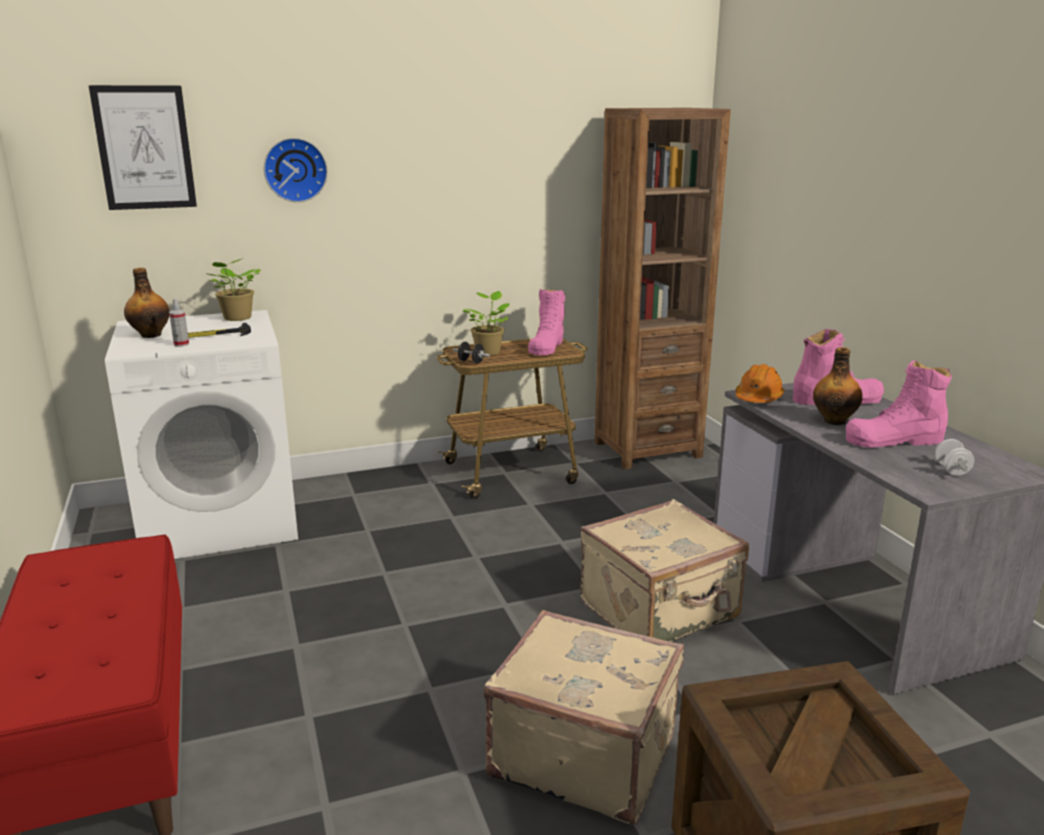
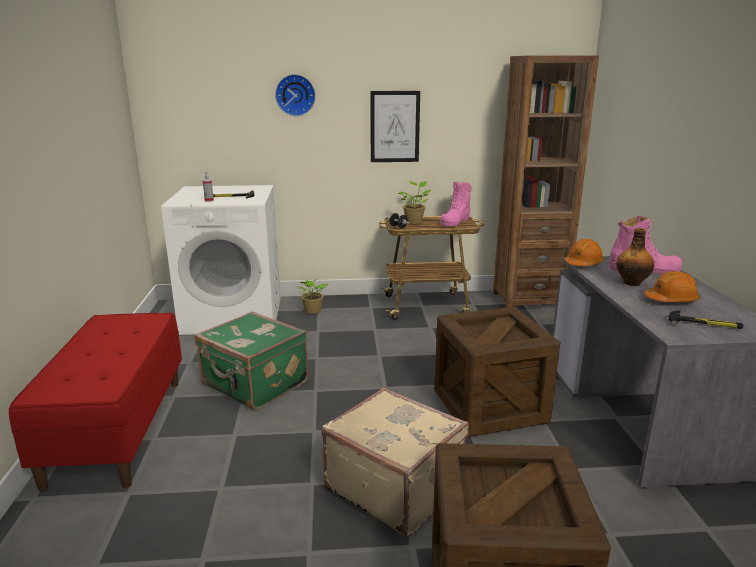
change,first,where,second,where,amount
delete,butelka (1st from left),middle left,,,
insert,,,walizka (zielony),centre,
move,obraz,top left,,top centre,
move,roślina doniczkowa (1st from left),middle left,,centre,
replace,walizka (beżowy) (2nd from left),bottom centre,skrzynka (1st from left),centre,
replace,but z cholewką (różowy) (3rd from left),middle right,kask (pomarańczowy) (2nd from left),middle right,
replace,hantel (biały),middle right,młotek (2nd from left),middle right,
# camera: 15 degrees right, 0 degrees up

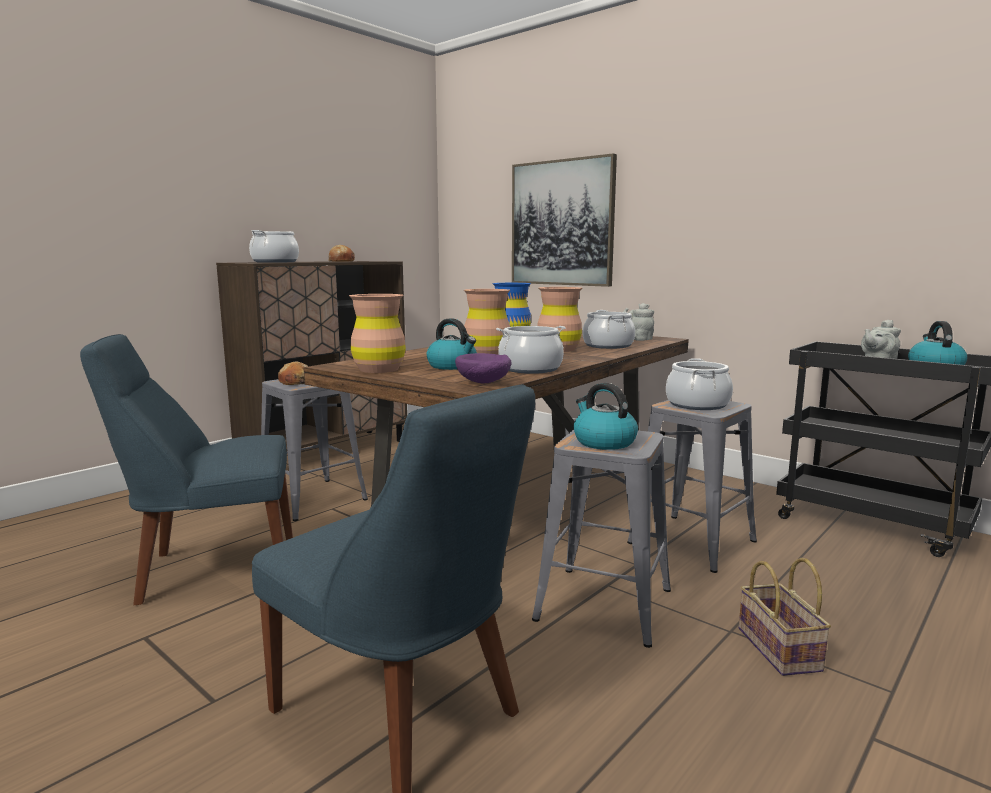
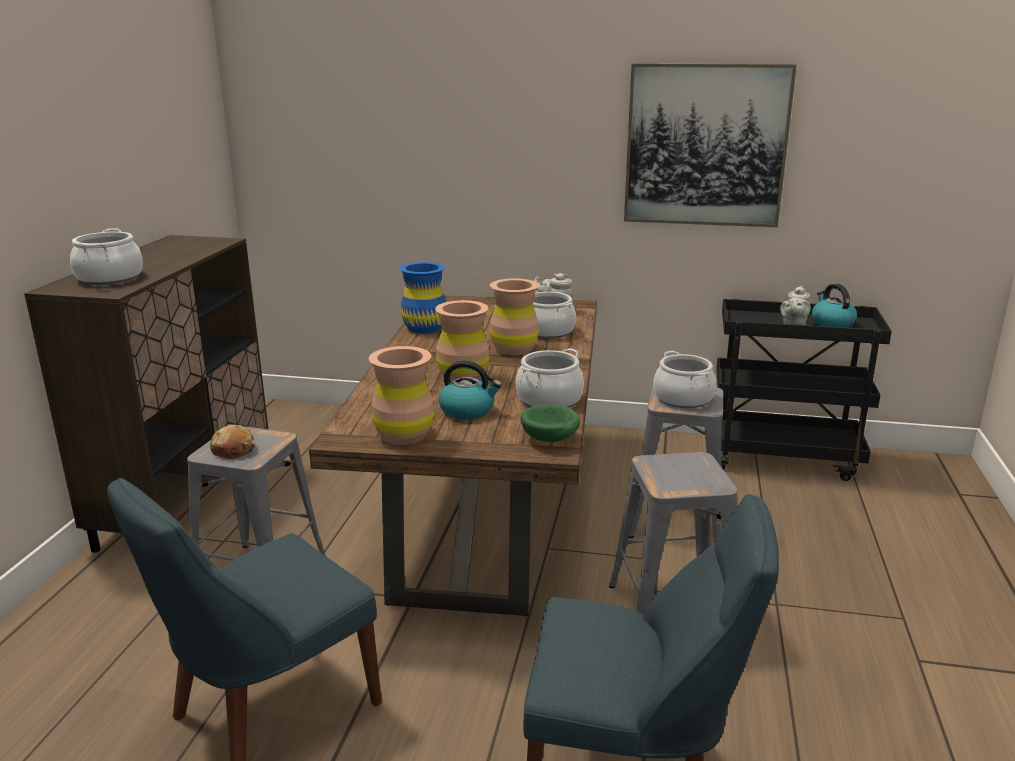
change,first,where,second,where,amount
delete,chleb (2nd from left),top centre,,,
delete,czajnik (2nd from left),centre,,,
delete,koszyk,bottom right,,,
move,obraz,top centre,,top right,
recolor,miska (fioletowy),centre,miska (zielony),centre,
# camera: 30 degrees left, 10 degrees up

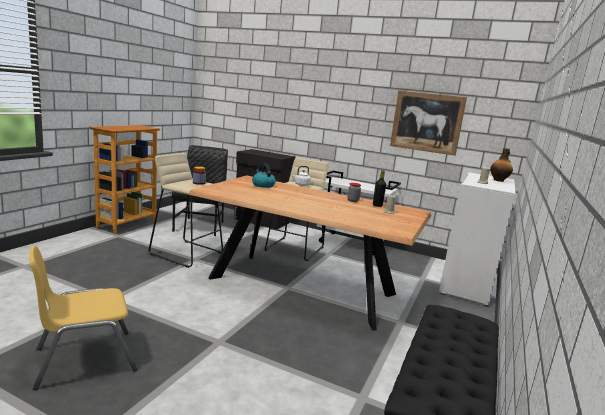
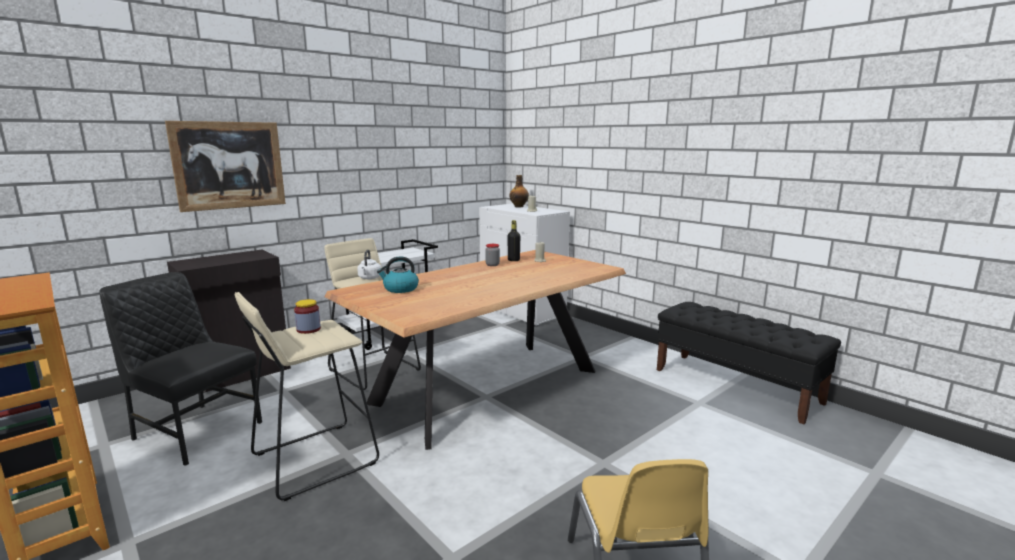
change,first,where,second,where,amount
move,obraz,top right,,top left,
# camera: 65 degrees left, 0 degrees up

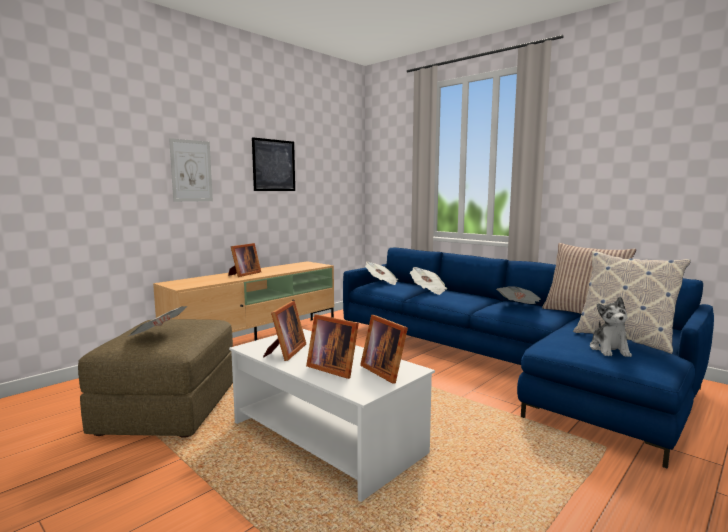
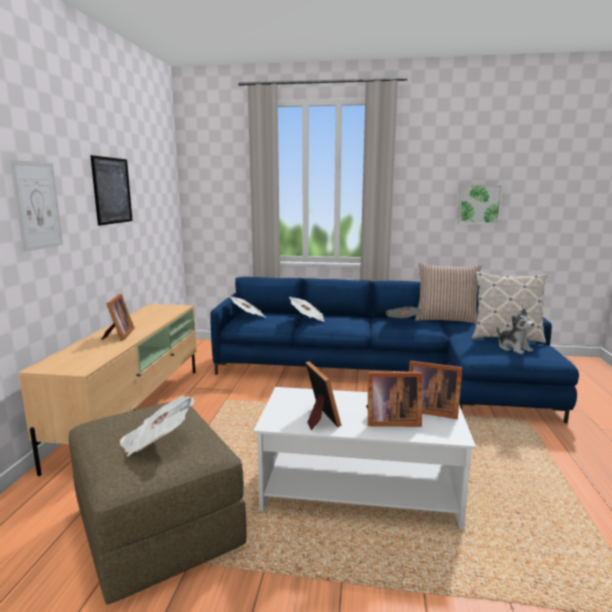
change,first,where,second,where,amount
insert,,,obraz (3rd from left),middle right,
# camera: 35 degrees left, 5 degrees up

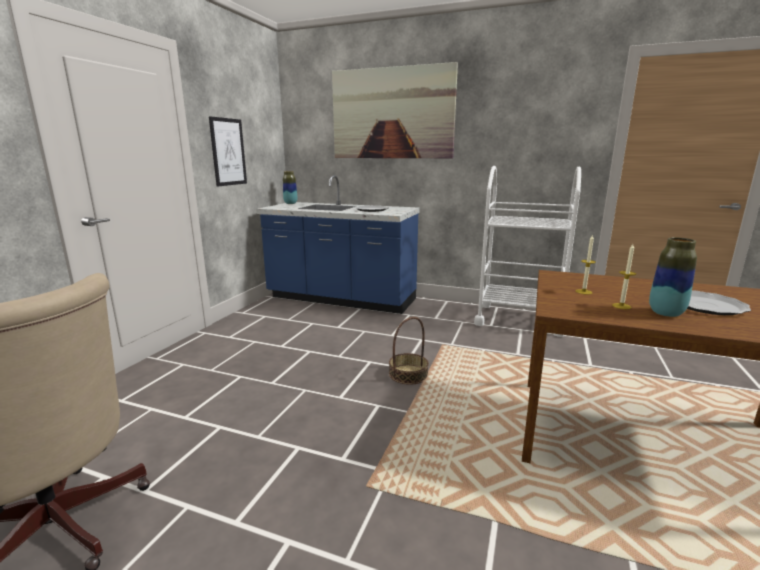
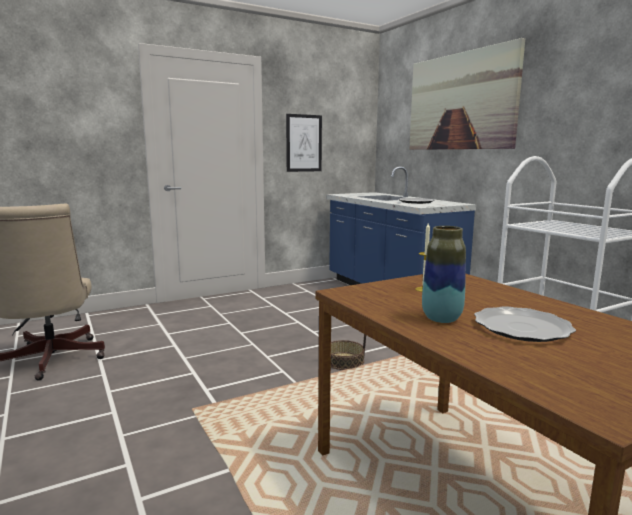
change,first,where,second,where,amount
delete,wazon (1st from left),top centre,,,
delete,świeca (2nd from left),middle right,,,
# camera: 40 degrees right, 5 degrees down

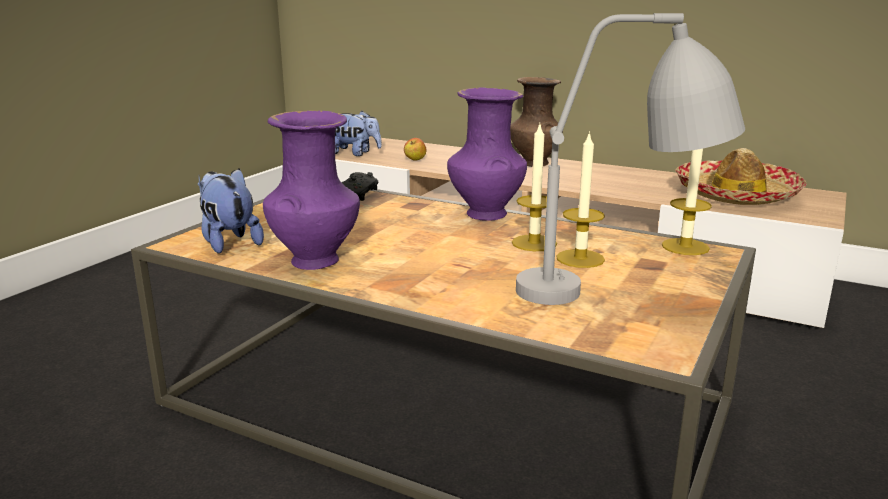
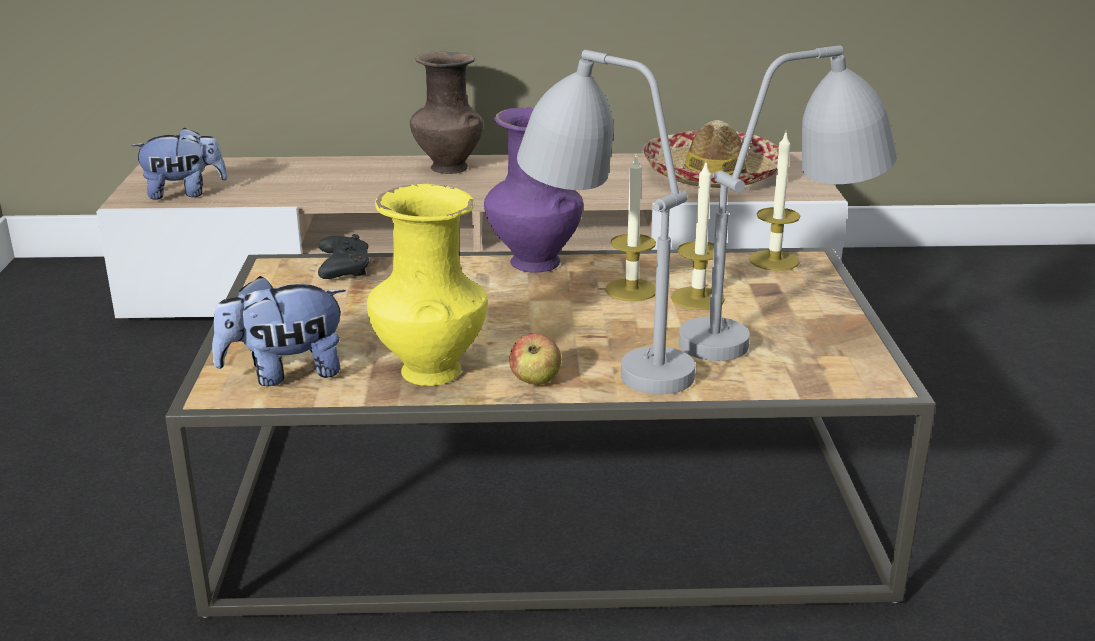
change,first,where,second,where,amount
insert,,,lampa stołowa (szary) (1st from left),centre,
move,jabłko,top centre,,centre,
recolor,wazon (fioletowy) (1st from left),centre,wazon (żółty),centre,
rotate,pluszak (1st from left in the first image),middle left,pluszak (2nd from left),middle left,45 degrees counterclockwise
# camera: 30 degrees left, 5 degrees up

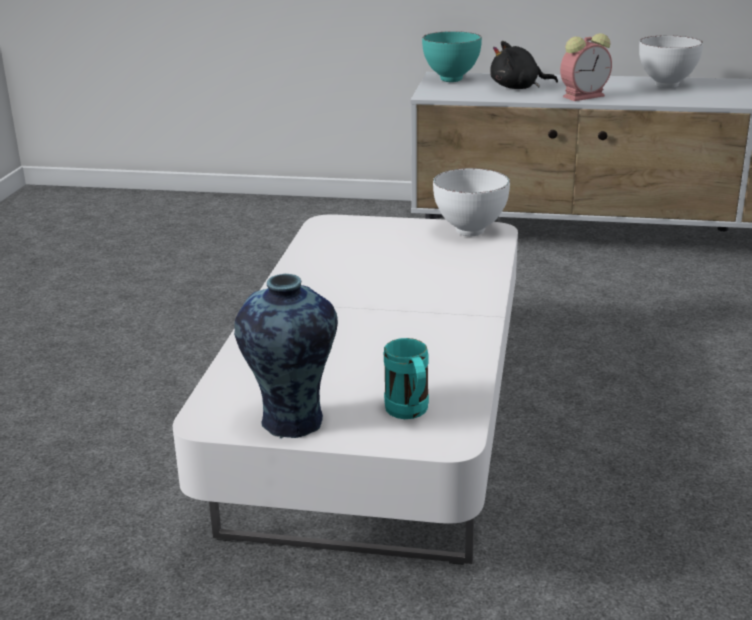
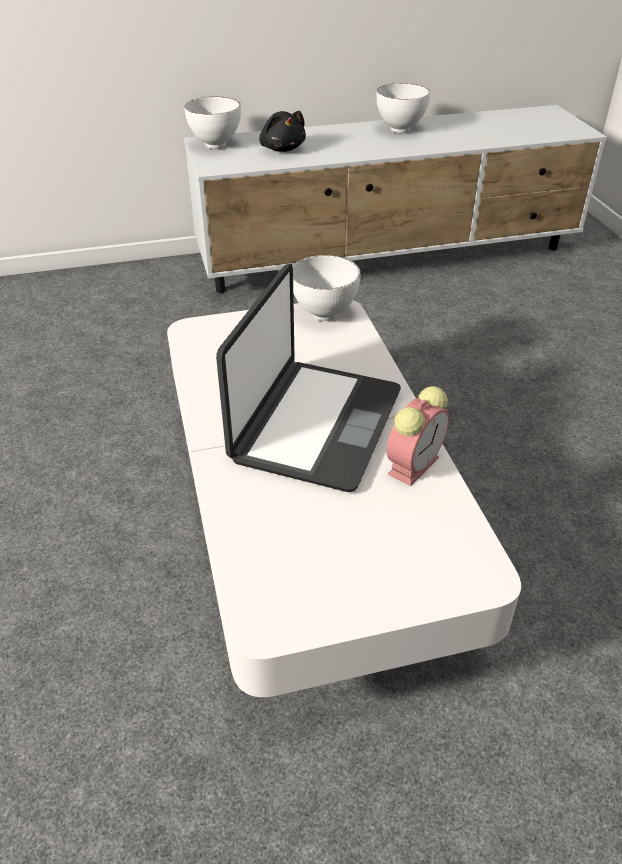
change,first,where,second,where,amount
delete,wazon,centre,,,
delete,kubek (turkusowy),centre,,,
insert,,,laptop,centre,
move,budzik,top right,,middle right,
recolor,miska (turkusowy),top centre,miska (biały) (1st from left),top centre,
rotate,pluszak (czarny),top right,,top centre,90 degrees counterclockwise
# camera: 25 degrees left, 15 degrees up

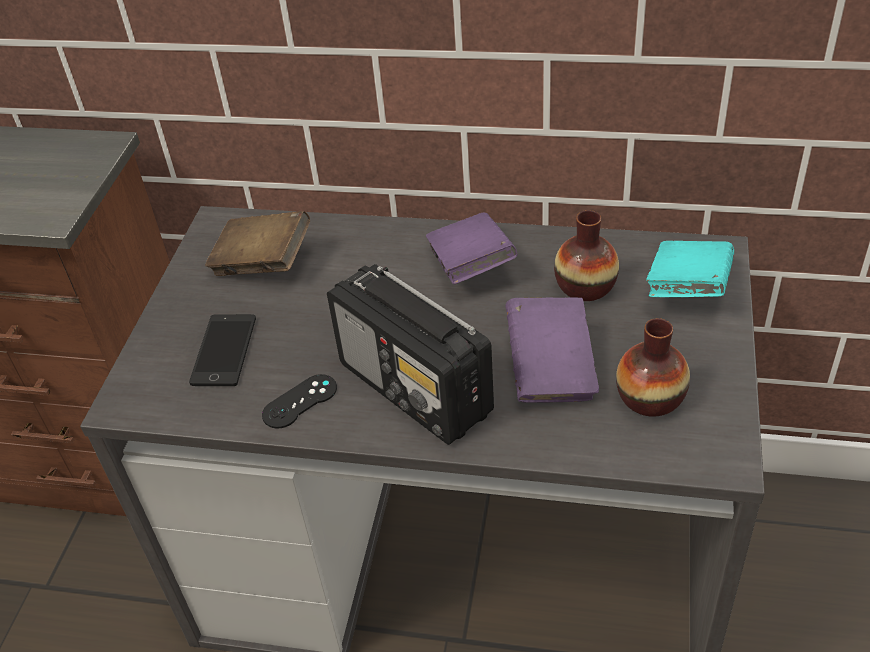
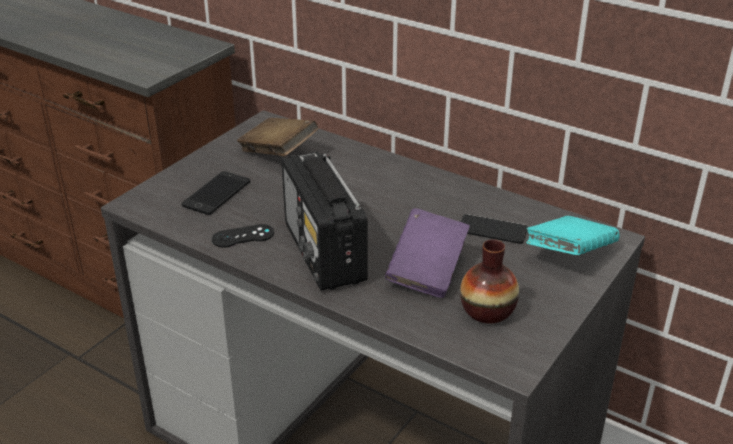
change,first,where,second,where,amount
delete,książka (fioletowy) (1st from left),centre,,,
replace,wazon (1st from left),middle right,telefon (2nd from left),middle right,
# camera: 20 degrees right, 10 degrees down

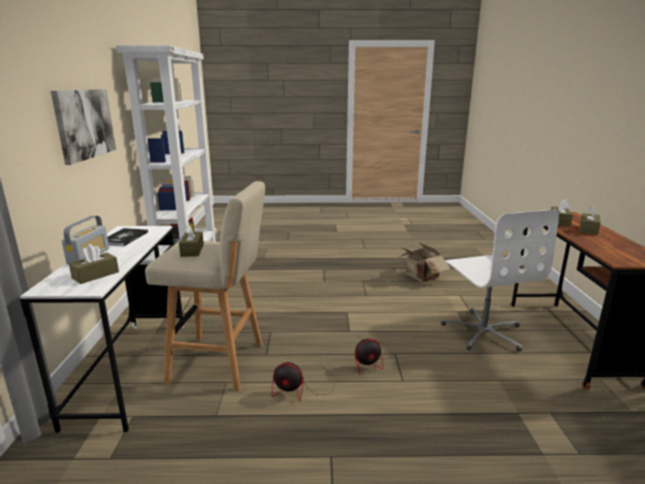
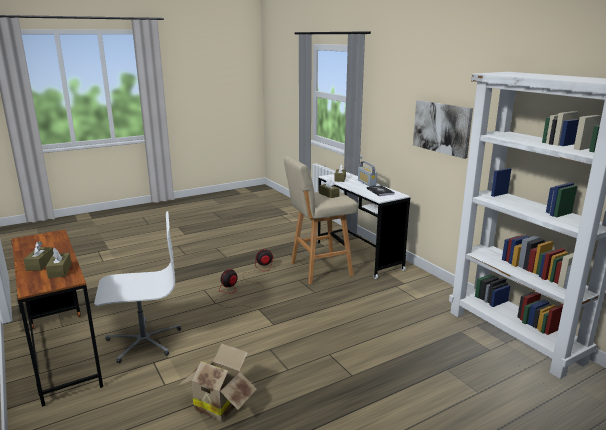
change,first,where,second,where,amount
rotate,krzesło biurowe (biały),middle right,,bottom left,120 degrees clockwise
# camera: 150 degrees right, 0 degrees up

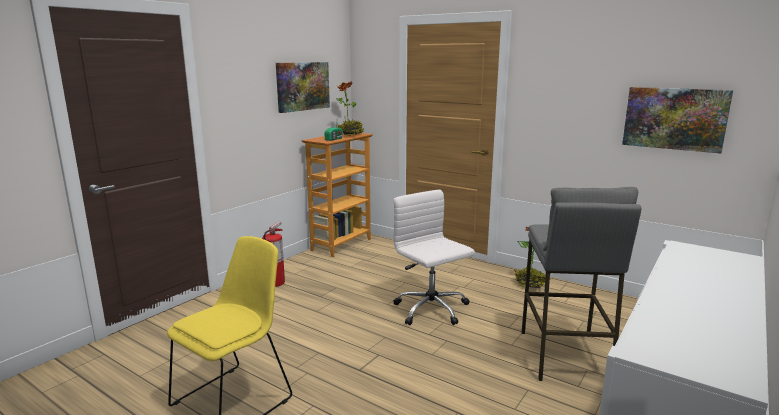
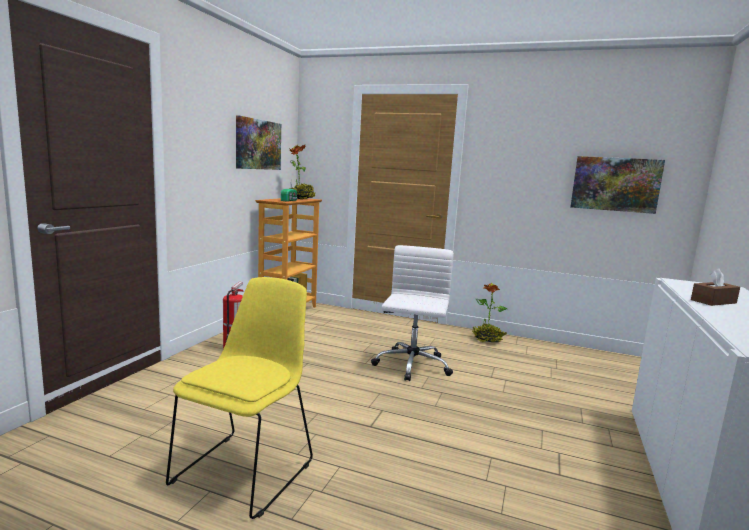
change,first,where,second,where,amount
delete,stołek (szary),bottom right,,,
insert,,,pudełko chusteczek (brązowy),middle right,
rotate,krzesło biurowe (biały),centre,,centre,60 degrees clockwise
# camera: 15 degrees left, 5 degrees down

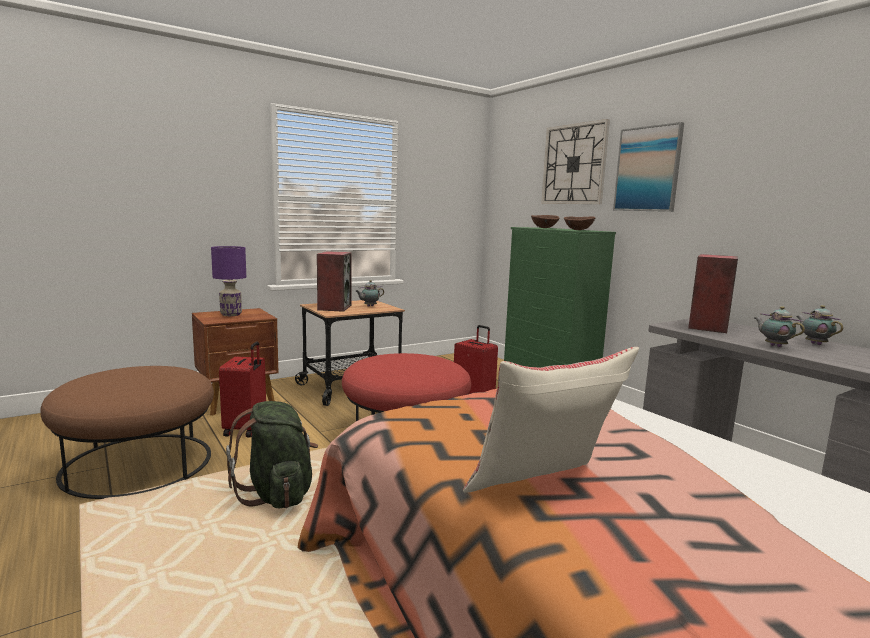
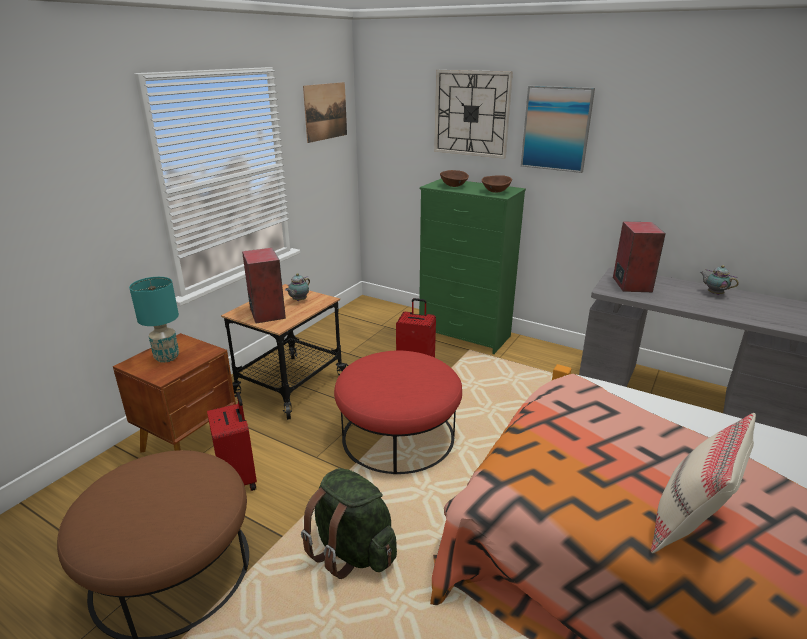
change,first,where,second,where,amount
delete,imbryk (2nd from left),middle right,,,
insert,,,obraz (1st from left),top centre,
recolor,lampa stołowa (fioletowy),middle left,lampa stołowa (turkusowy),middle left,
# camera: 25 degrees left, 15 degrees up

